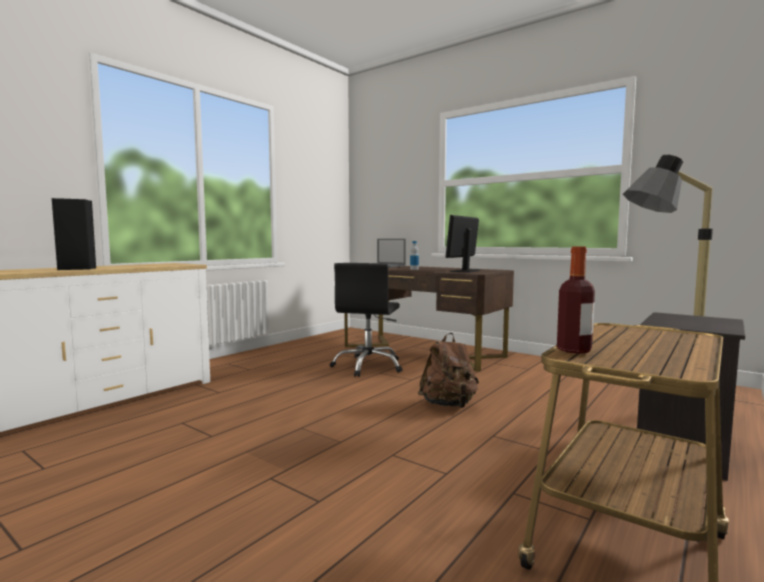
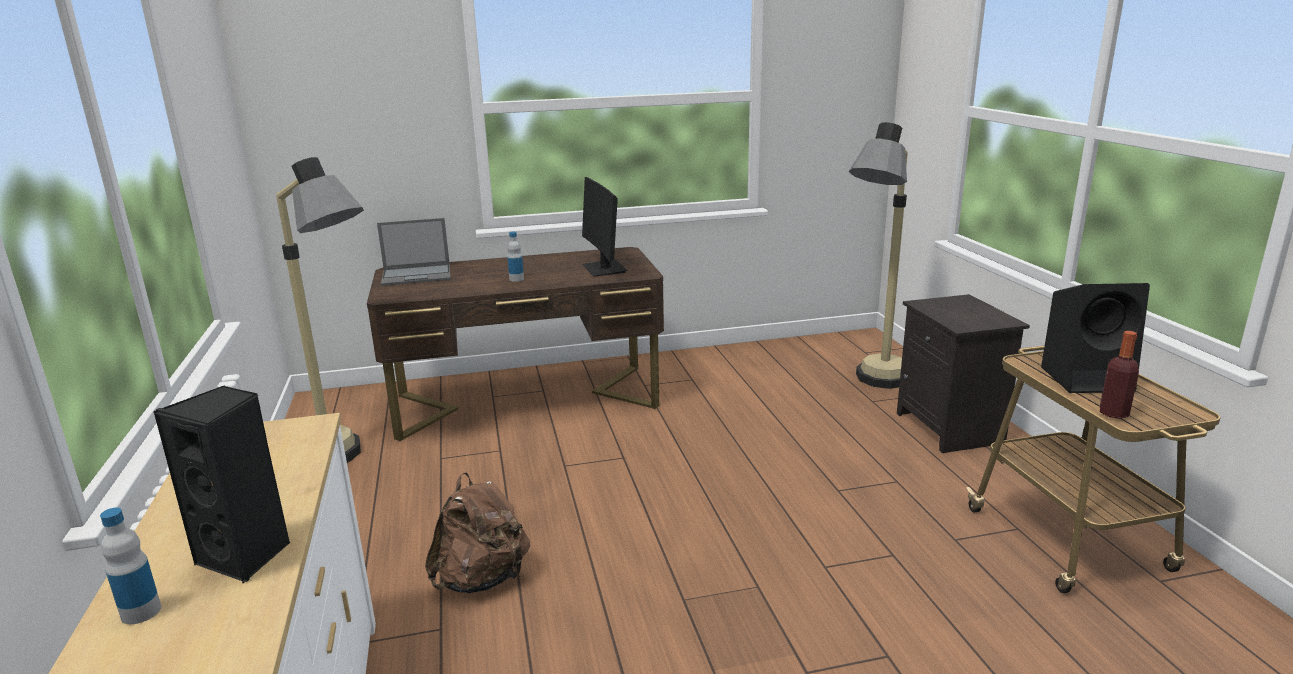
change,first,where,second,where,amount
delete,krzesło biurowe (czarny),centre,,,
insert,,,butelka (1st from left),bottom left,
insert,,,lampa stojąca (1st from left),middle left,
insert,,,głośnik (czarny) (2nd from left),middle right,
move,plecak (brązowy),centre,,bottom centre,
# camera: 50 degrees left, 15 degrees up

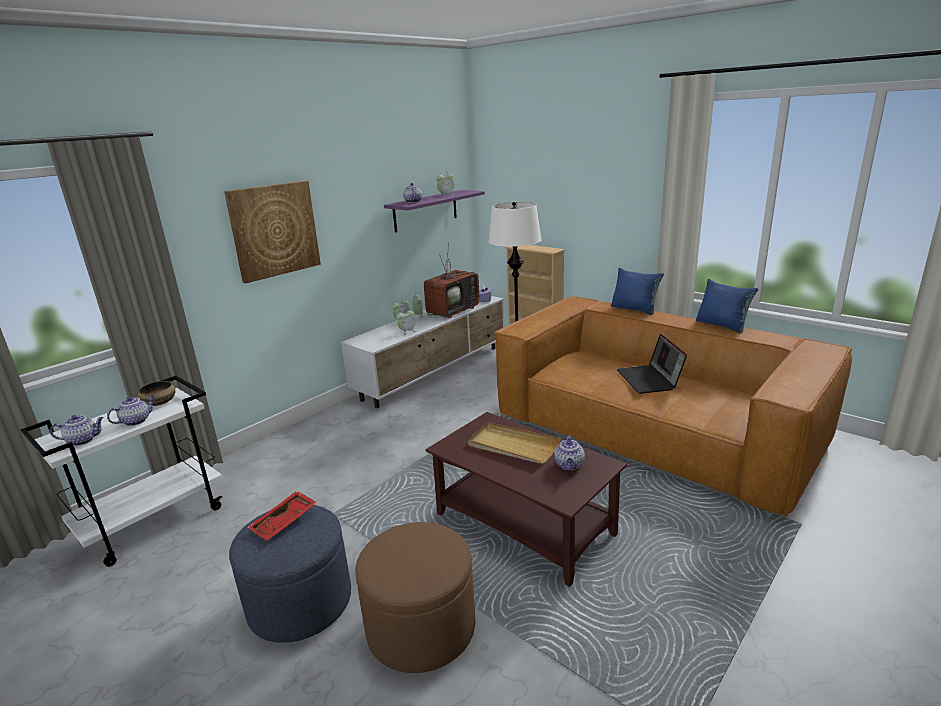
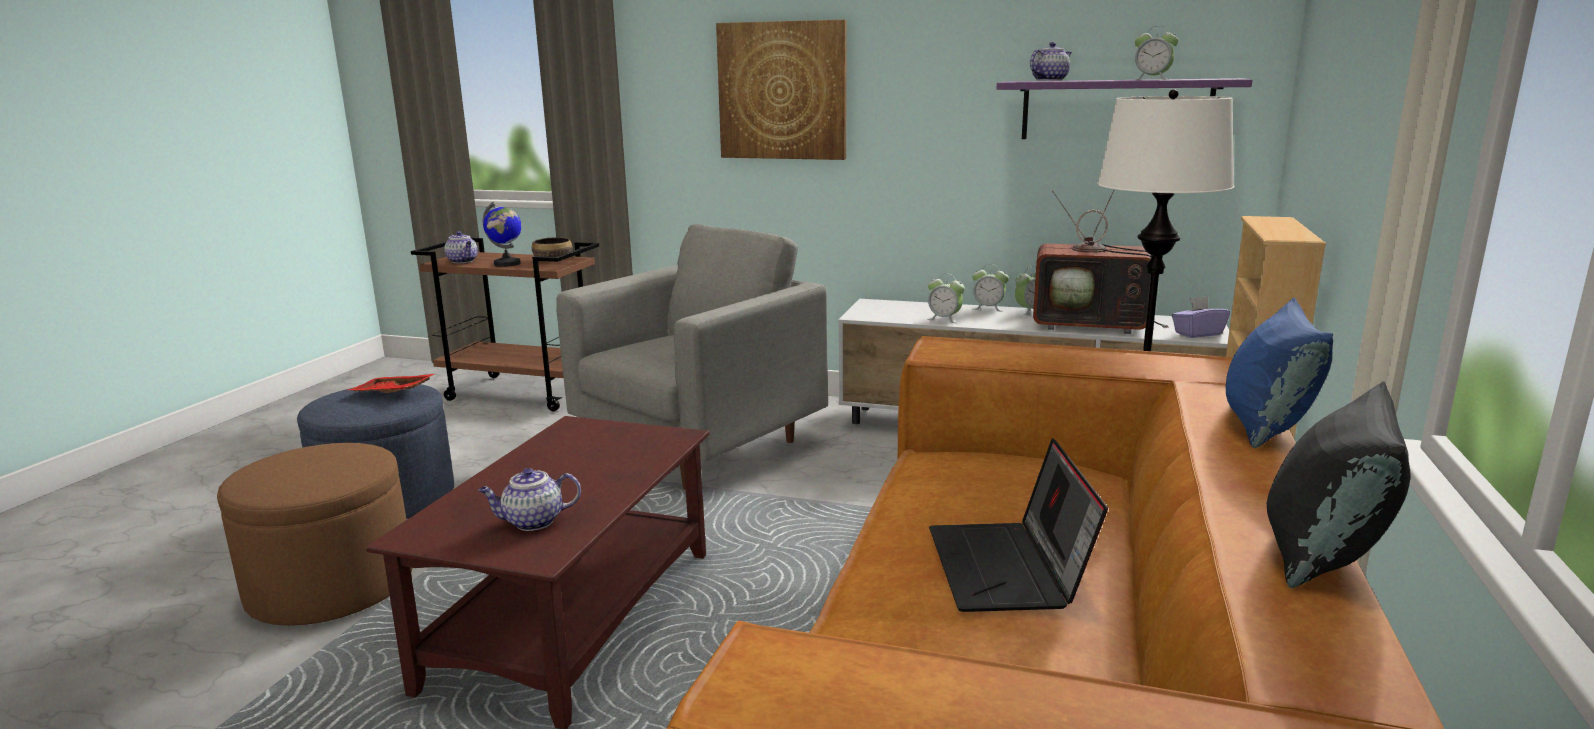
change,first,where,second,where,amount
delete,taca (beżowy),centre,,,
insert,,,fotel (szary),centre,
replace,imbryk (2nd from left),middle left,globus,top left,
recolor,wózek (biały),bottom left,wózek (brązowy),middle left,
recolor,poduszka (niebieski) (2nd from left),middle right,poduszka (czarny),middle right,
rotate,laptop,middle right,,bottom centre,60 degrees counterclockwise
# camera: 65 degrees right, 5 degrees down

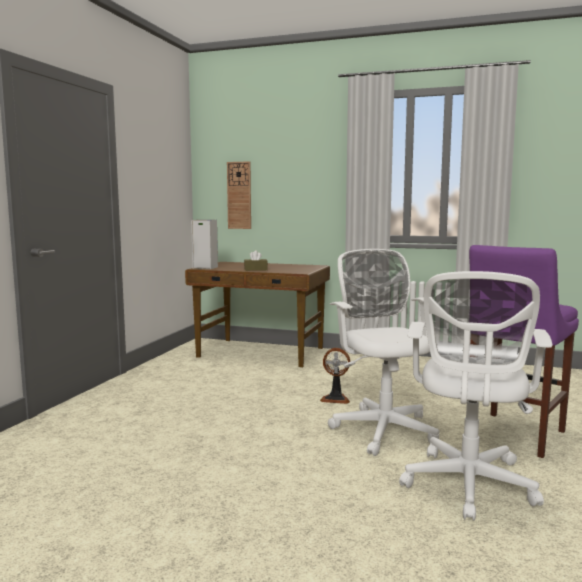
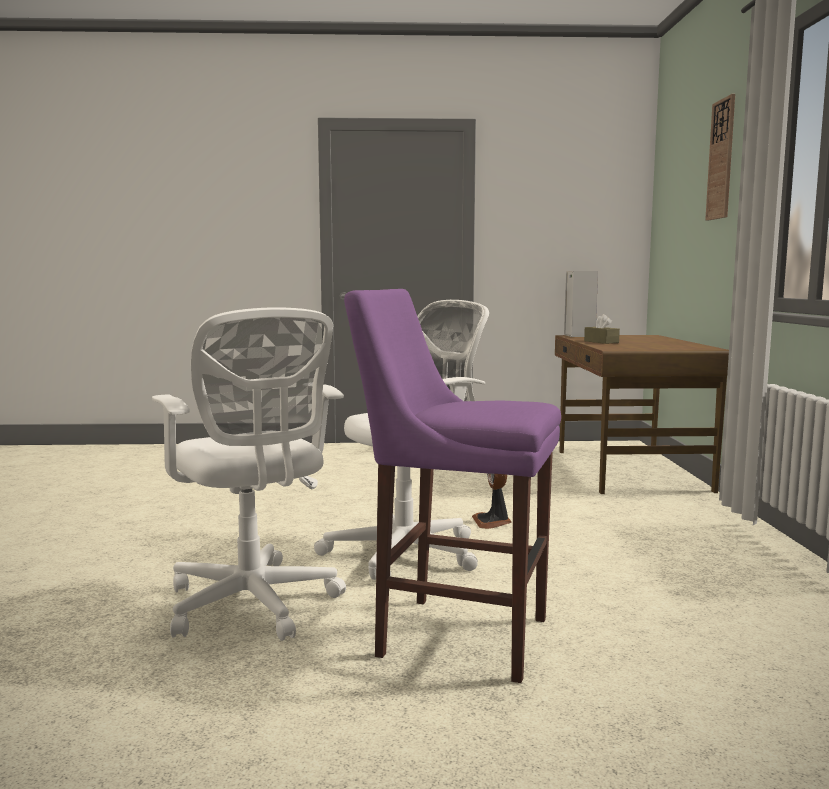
change,first,where,second,where,amount
move,zegar ścienny,centre,,top right,
rotate,krzesło biurowe (biały) (2nd from left in the first image),bottom right,krzesło biurowe (biały) (1st from left),middle left,120 degrees counterclockwise
# camera: 70 degrees right, 0 degrees up

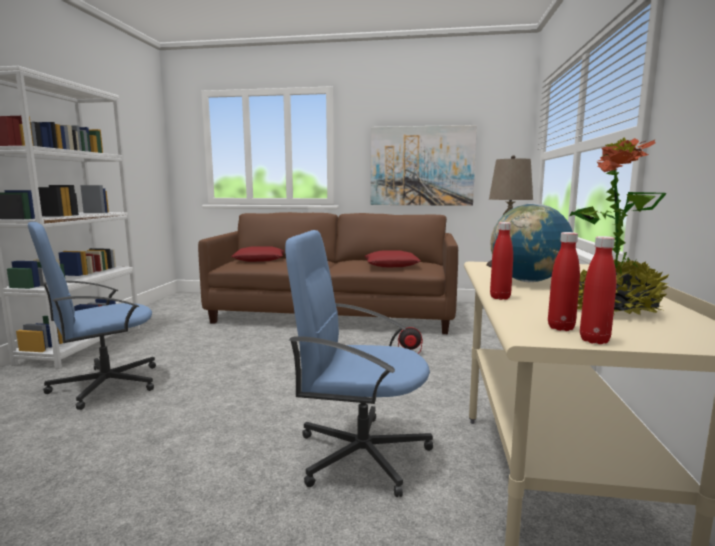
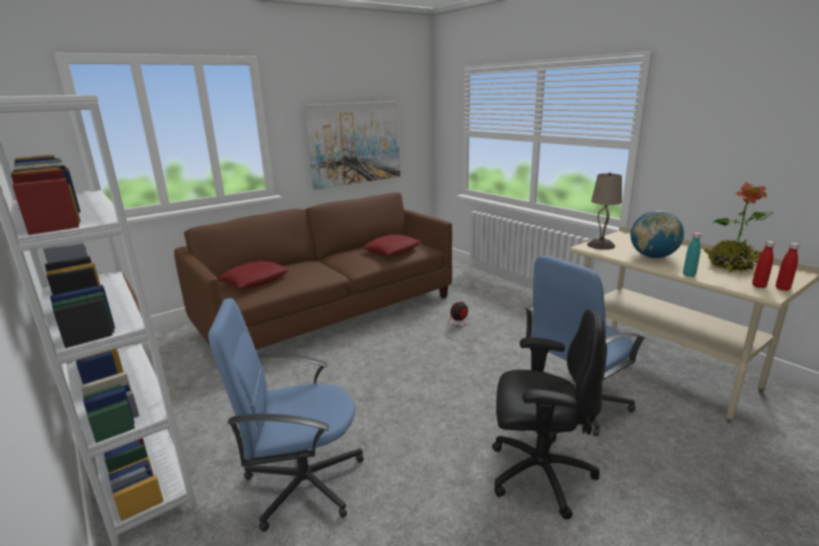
change,first,where,second,where,amount
insert,,,krzesło biurowe (czarny),bottom right,
recolor,butelka (czerwony) (1st from left),middle right,butelka (turkusowy),middle right,
rotate,krzesło biurowe (niebieski) (1st from left),middle left,,bottom centre,75 degrees clockwise
# camera: 45 degrees left, 10 degrees up

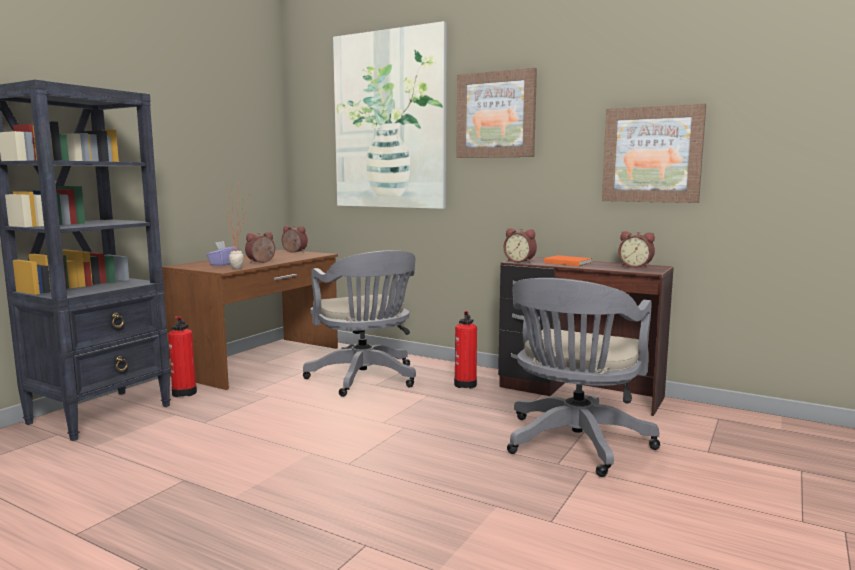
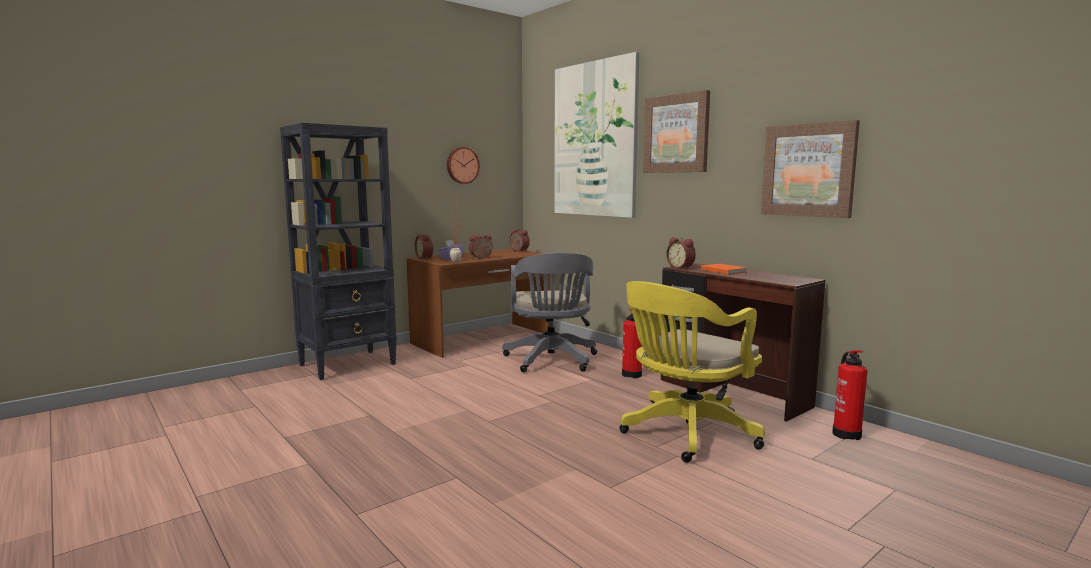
change,first,where,second,where,amount
insert,,,zegar ścienny,top centre,
move,gaśnica (1st from left in the first image),middle left,gaśnica (2nd from left),bottom right,
move,budzik (4th from left in the first image),middle right,budzik (1st from left),centre,
recolor,krzesło biurowe (szary) (2nd from left),middle right,krzesło biurowe (żółty),centre,
# camera: 20 degrees right, 0 degrees up

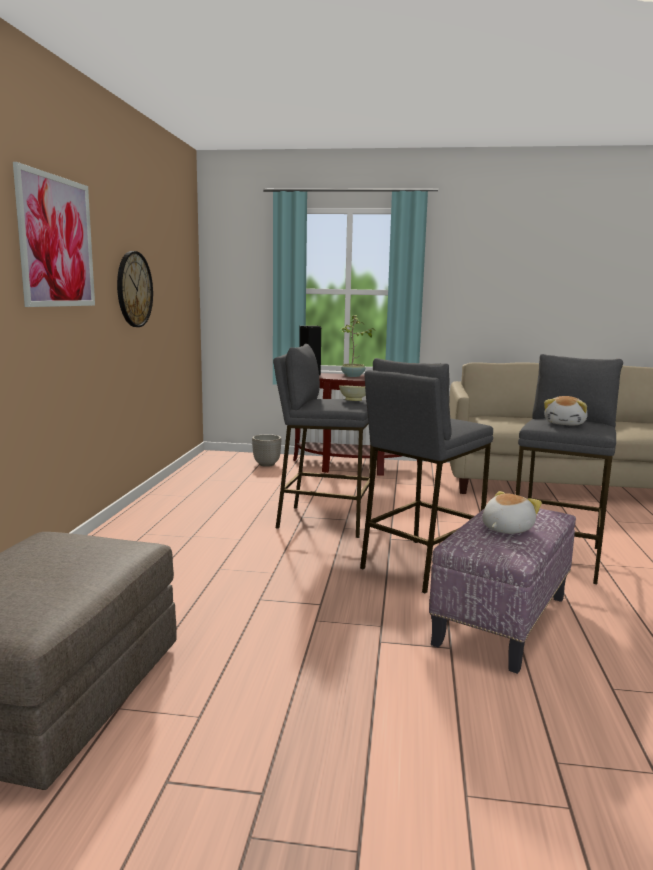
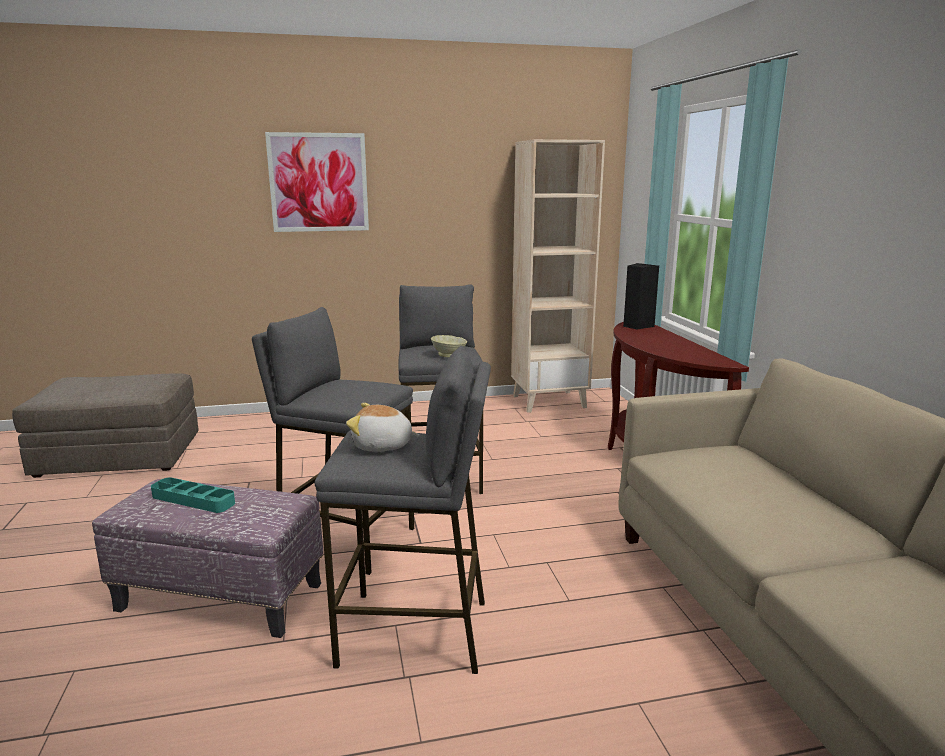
change,first,where,second,where,amount
delete,zegar ścienny,top left,,,
delete,donica,centre,,,
delete,roślina doniczkowa,centre,,,
insert,,,regał (beżowy),centre,
replace,pluszak (1st from left),middle right,taca (turkusowy),middle left,
# camera: 70 degrees right, 5 degrees up

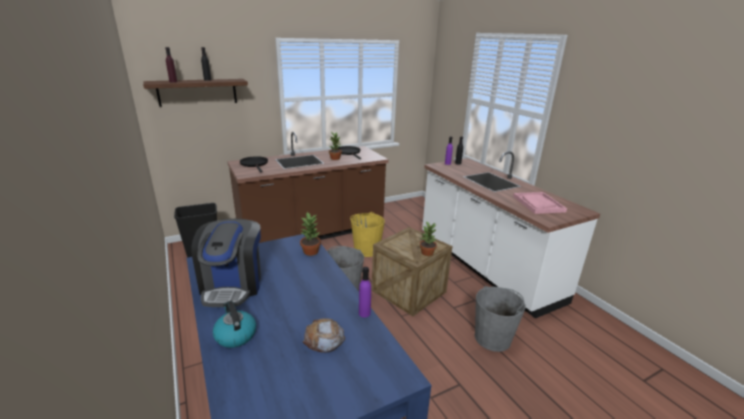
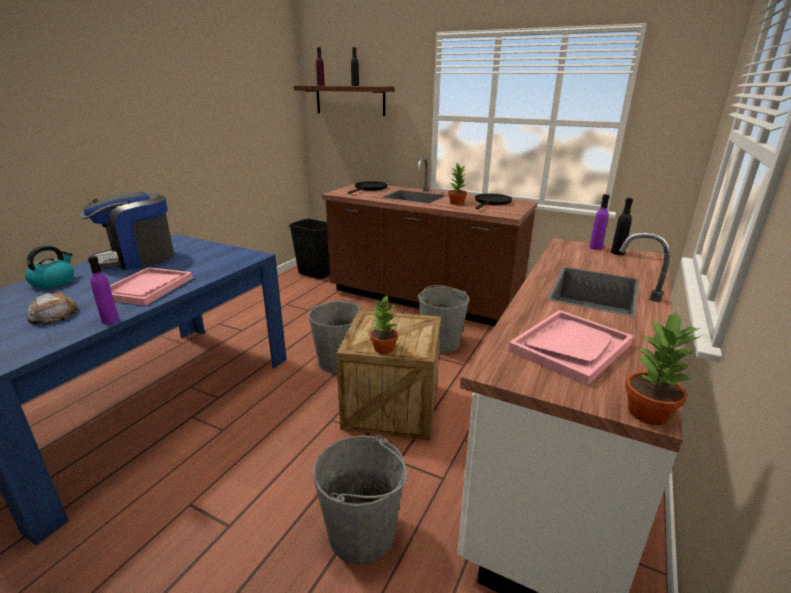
change,first,where,second,where,amount
insert,,,taca (różowy) (1st from left),middle left,
move,roślina doniczkowa (1st from left in the first image),centre,roślina doniczkowa (3rd from left),middle right,
recolor,wiadro (żółty),centre,wiadro (szary) (3rd from left),centre,
# camera: 55 degrees right, 0 degrees up

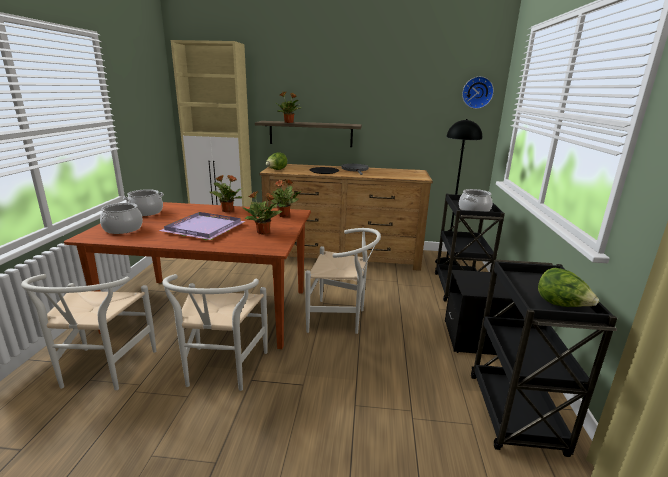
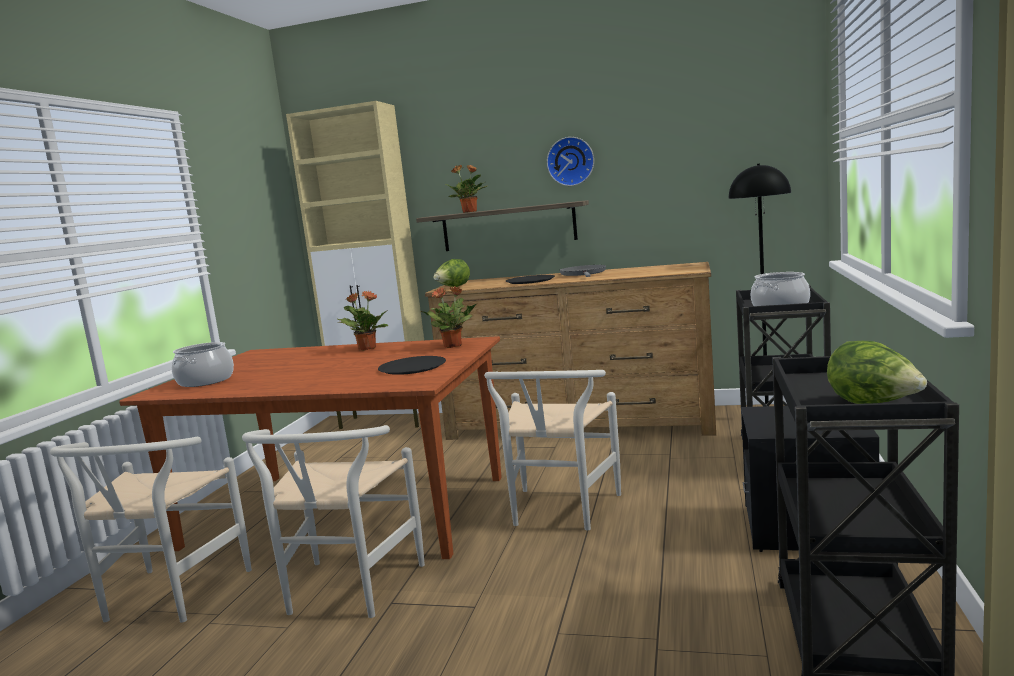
change,first,where,second,where,amount
delete,garnek (2nd from left),middle left,,,
delete,taca (fioletowy),middle left,,,
move,zegar ścienny,top right,,top centre,
replace,roślina doniczkowa (2nd from left),centre,talerz (czarny) (1st from left),centre,
rotate,krzesło (biały) (3rd from left),centre,,centre,90 degrees clockwise
# camera: 10 degrees right, 10 degrees down

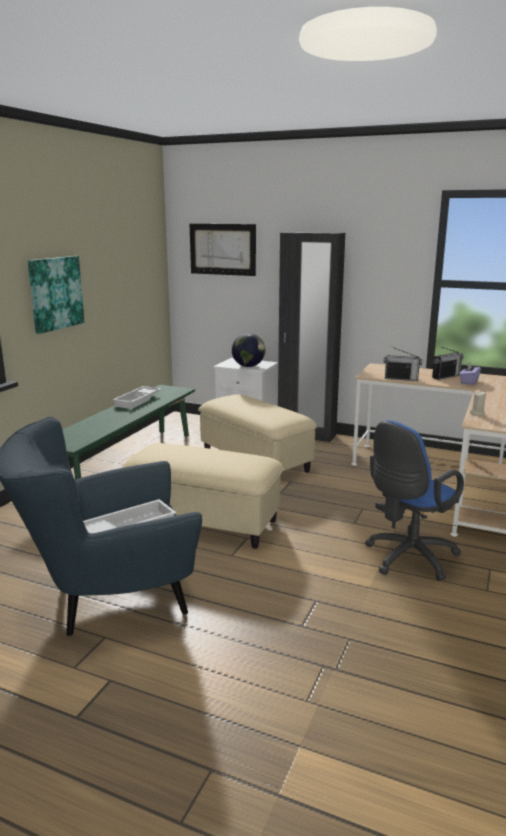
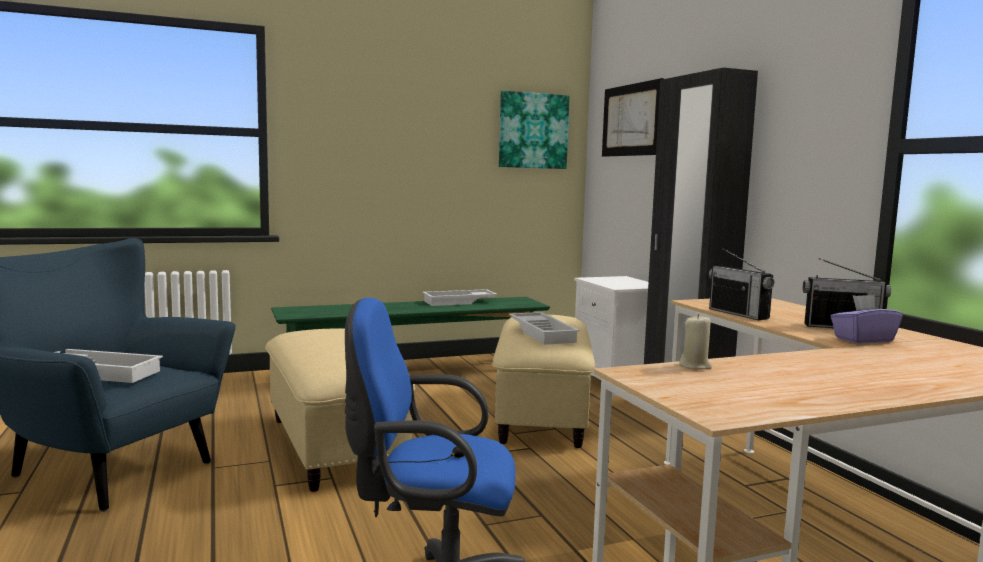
change,first,where,second,where,amount
delete,globus,centre,,,
insert,,,taca (biały) (3rd from left),centre,
move,obraz (1st from left),middle left,,top centre,
# camera: 45 degrees right, 10 degrees down

